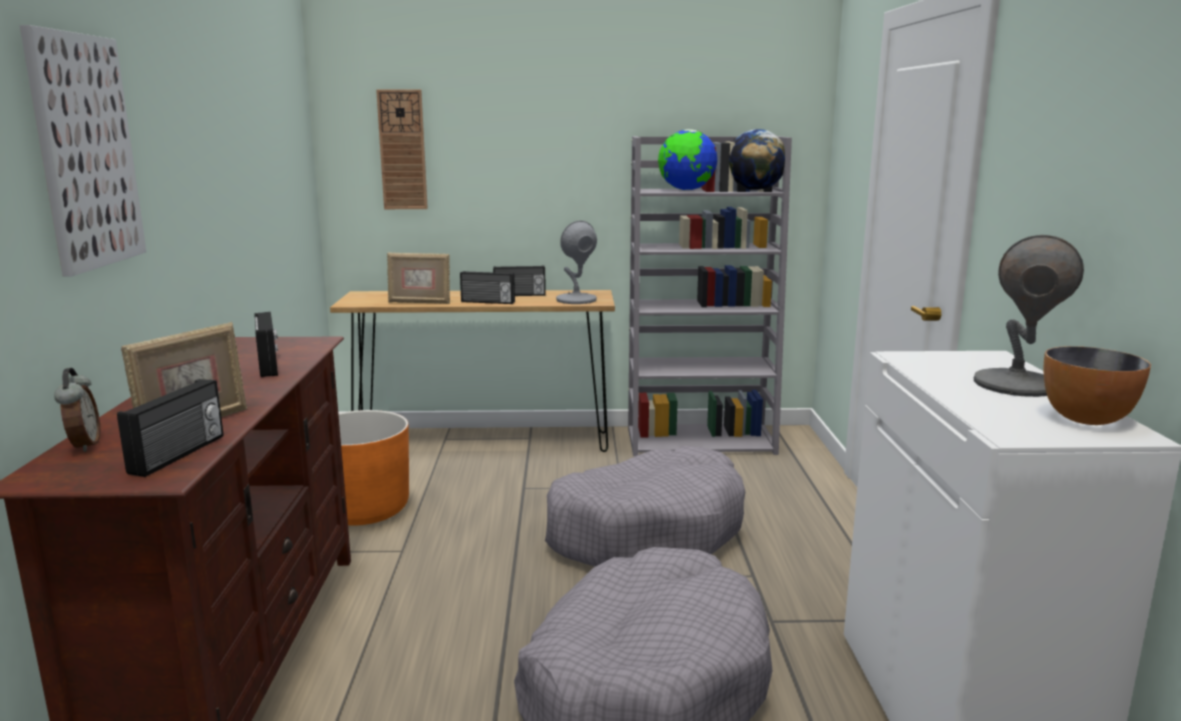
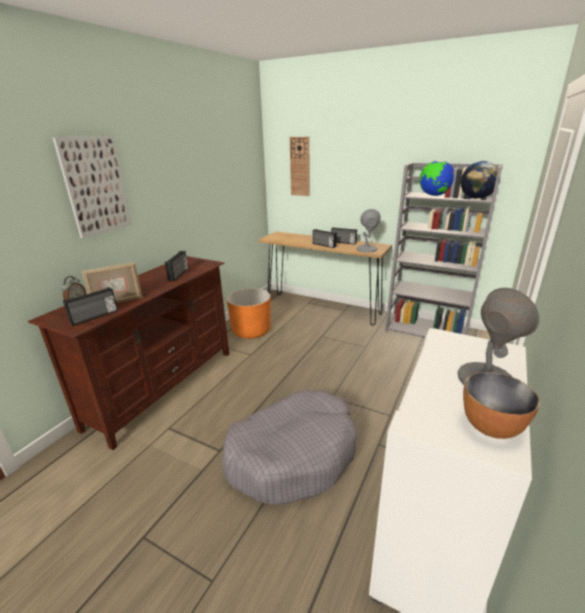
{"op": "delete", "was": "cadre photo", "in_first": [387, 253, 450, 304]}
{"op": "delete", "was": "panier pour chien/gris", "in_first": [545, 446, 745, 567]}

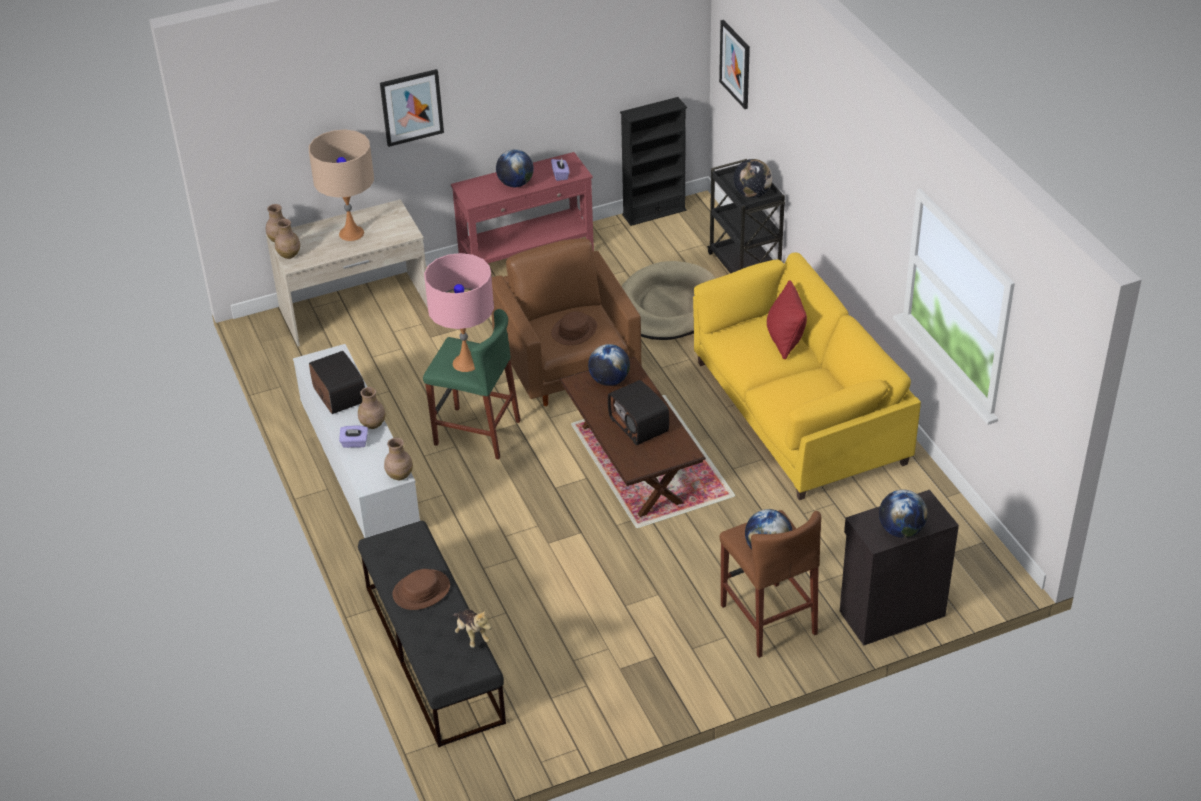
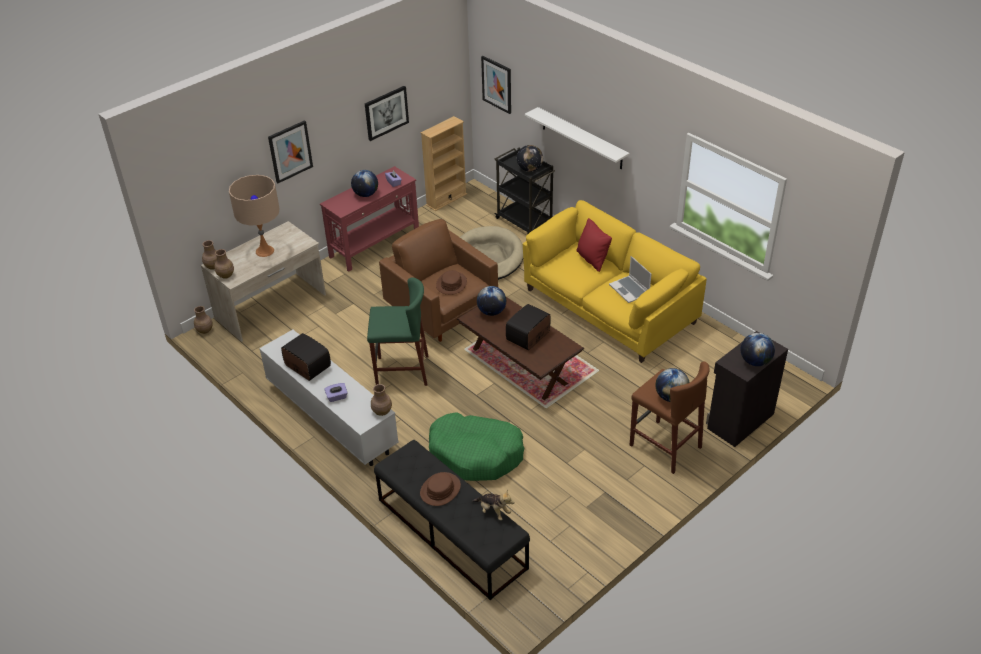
{"op": "move", "was": "vase/marron", "in_first": [358, 387, 385, 429], "in_second": [194, 306, 213, 334]}
{"op": "insert", "now": "tableau", "in_second": [365, 86, 409, 141]}
{"op": "recolor", "was": "bibliothèque/noir", "now": "bibliothèque/beige", "in_first": [620, 97, 687, 226], "in_second": [421, 116, 467, 211]}
{"op": "insert", "now": "panier pour chien/vert", "in_second": [429, 412, 525, 481]}
{"op": "rotate", "was": "radio", "in_first": [608, 380, 669, 445], "in_second": [506, 304, 551, 350], "clockwise": 90}
{"op": "insert", "now": "étagère/blanc", "in_second": [525, 107, 630, 169]}
{"op": "insert", "now": "ordinateur portable", "in_second": [609, 256, 651, 303]}
{"op": "delete", "was": "lampe de table/rose", "in_first": [424, 253, 494, 372]}

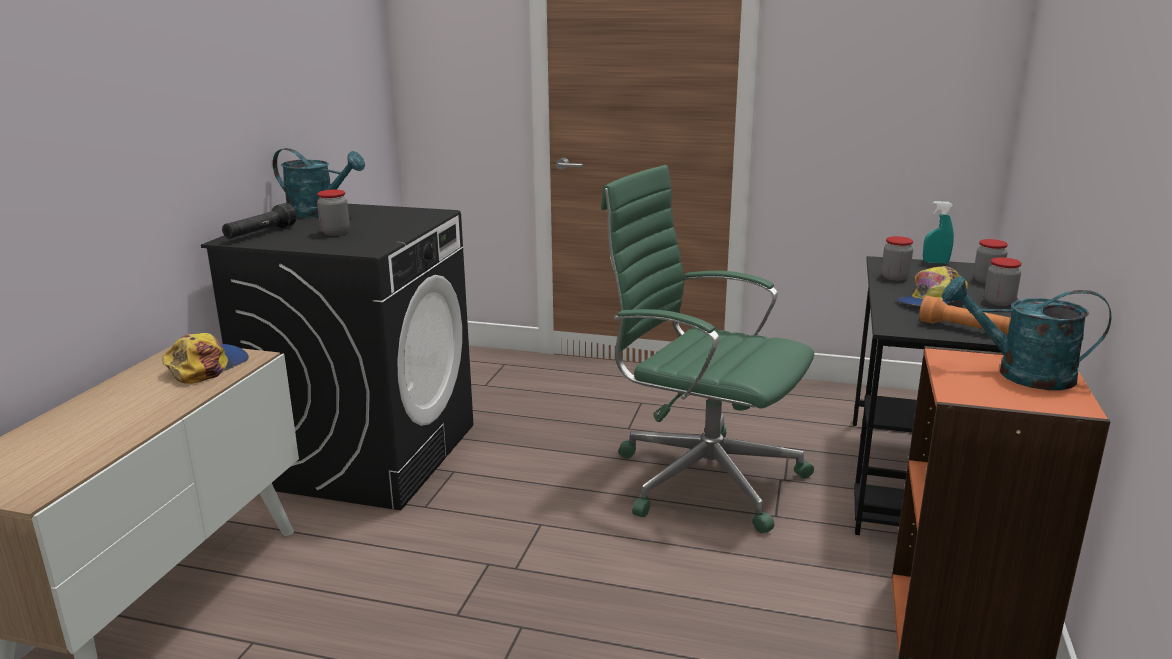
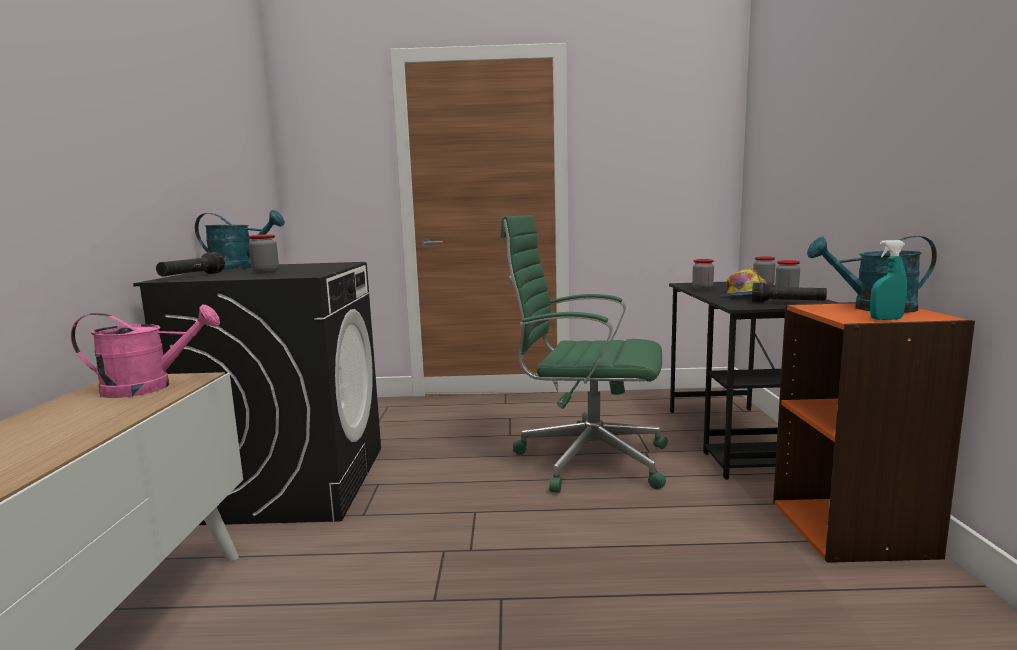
{"op": "replace", "was": "casquette", "now": "arrosoir/rose", "in_first": [162, 333, 249, 384], "in_second": [71, 305, 220, 398]}
{"op": "recolor", "was": "lampe de poche/orange", "now": "lampe de poche/noir", "in_first": [919, 296, 1011, 334], "in_second": [752, 283, 827, 303]}
{"op": "move", "was": "vaporisateur/turquoise", "in_first": [923, 201, 954, 264], "in_second": [870, 240, 907, 320]}

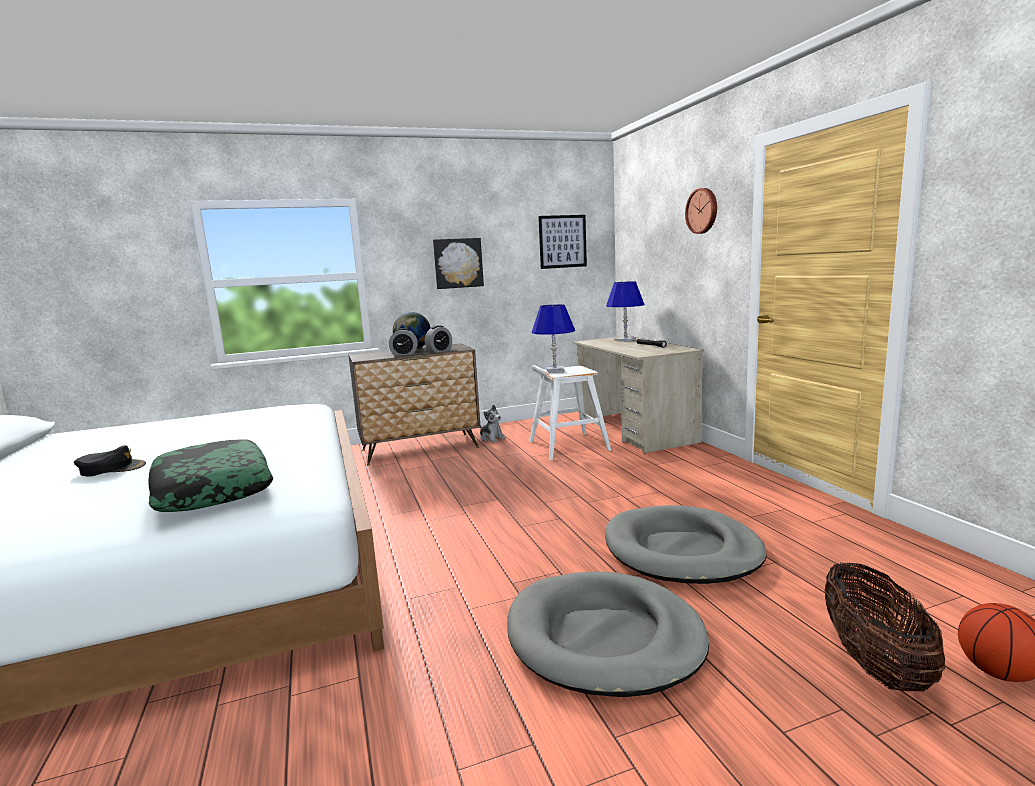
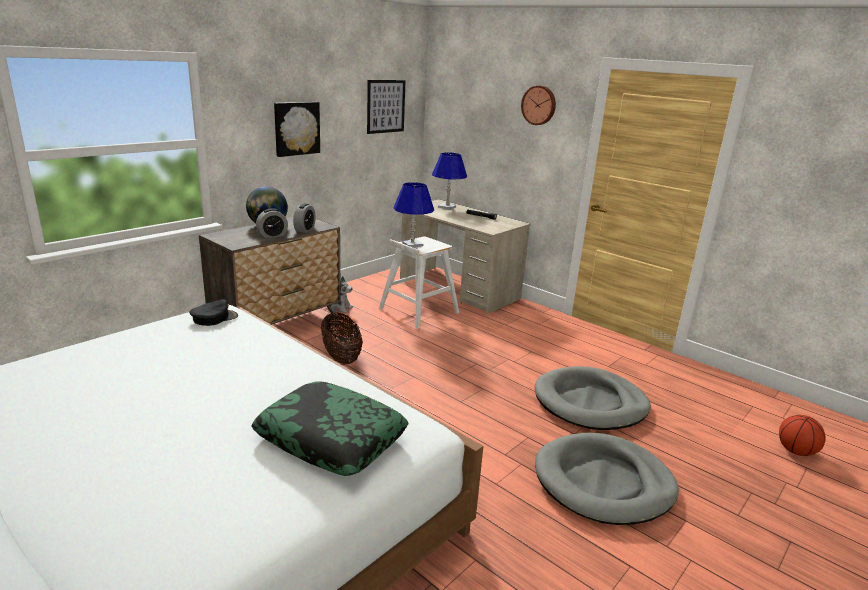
{"op": "move", "was": "casquette/noir", "in_first": [74, 445, 146, 476], "in_second": [189, 299, 238, 326]}
{"op": "move", "was": "panier", "in_first": [824, 562, 945, 692], "in_second": [321, 313, 363, 365]}

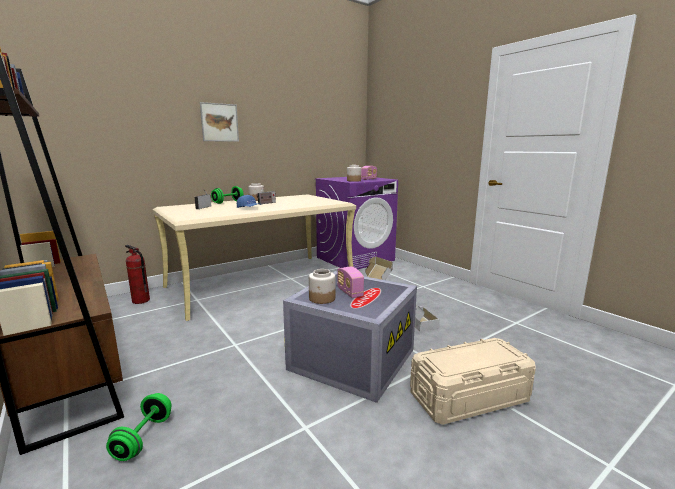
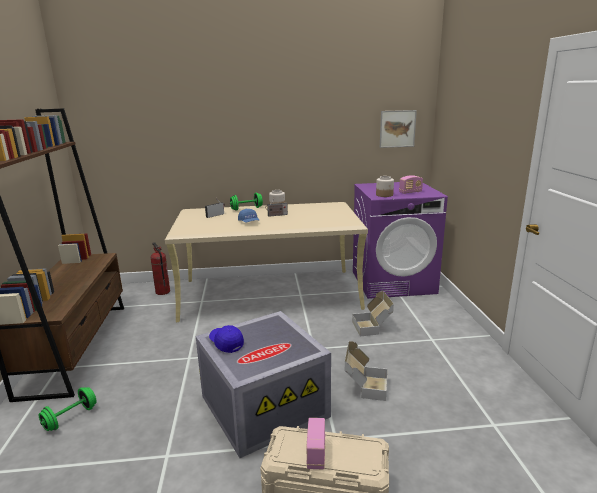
{"op": "replace", "was": "bocal", "now": "casquette/bleu", "in_first": [309, 269, 335, 304], "in_second": [209, 325, 244, 353]}
{"op": "move", "was": "radio", "in_first": [337, 267, 364, 298], "in_second": [306, 418, 325, 470]}
{"op": "move", "was": "tableau", "in_first": [200, 102, 239, 142], "in_second": [380, 110, 417, 148]}

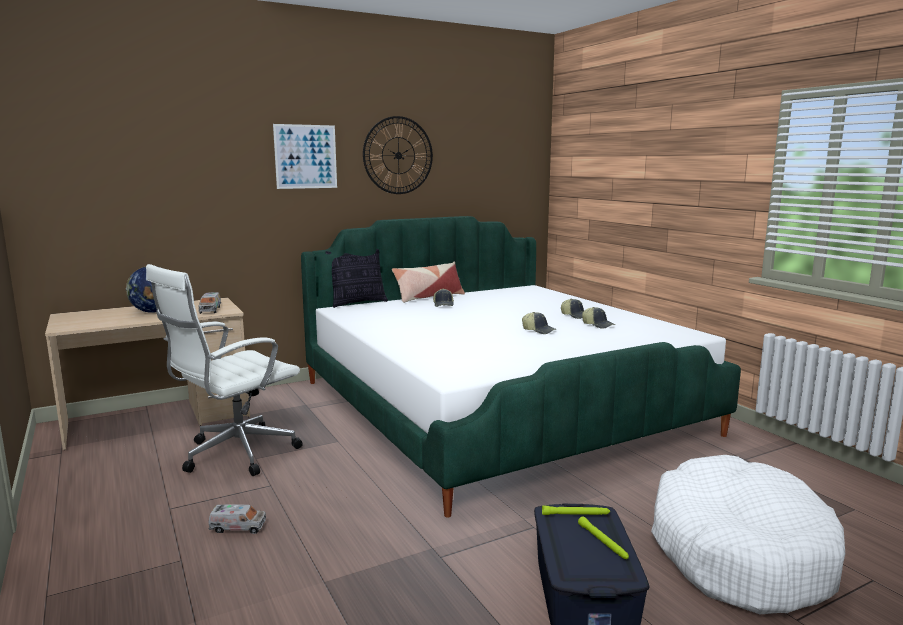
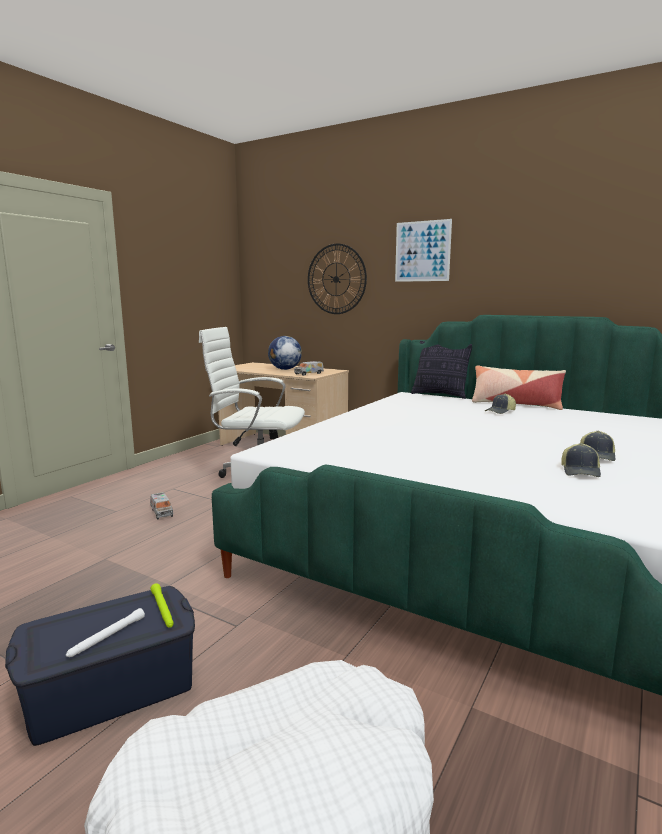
{"op": "recolor", "was": "lampe de poche/vert", "now": "lampe de poche/blanc", "in_first": [578, 517, 629, 559], "in_second": [66, 608, 145, 657]}
{"op": "move", "was": "horloge murale", "in_first": [363, 116, 433, 194], "in_second": [308, 244, 367, 314]}
{"op": "delete", "was": "casquette", "in_first": [522, 312, 557, 334]}

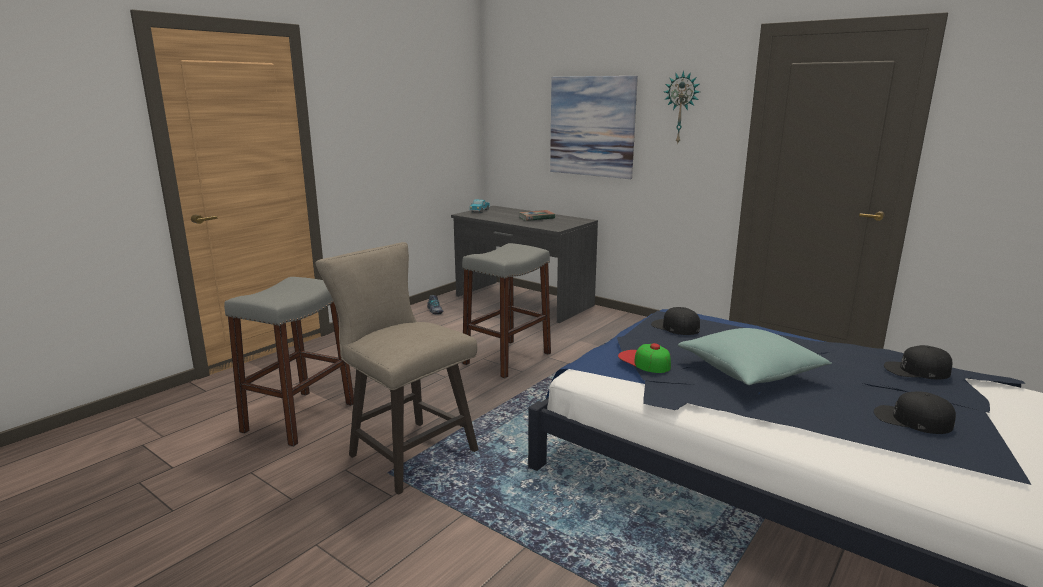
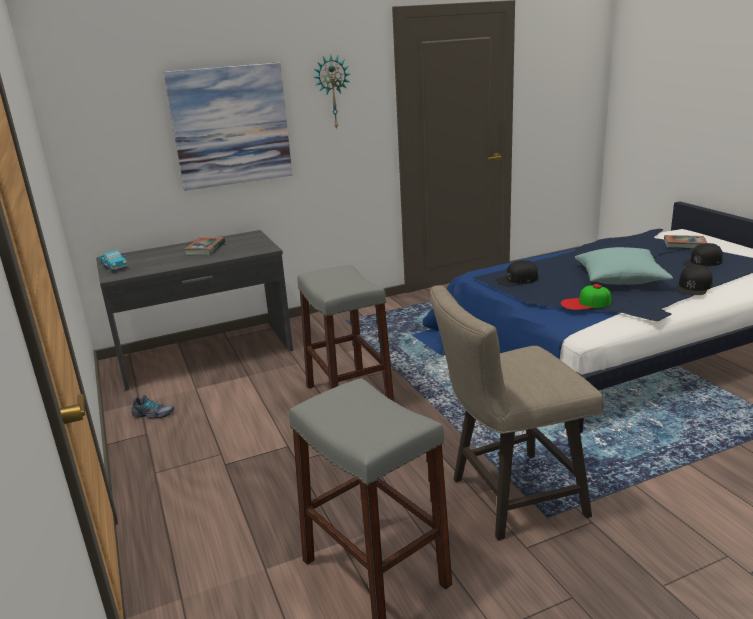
{"op": "insert", "now": "livre", "in_second": [664, 235, 707, 249]}
{"op": "move", "was": "casquette/noir", "in_first": [884, 345, 952, 380], "in_second": [675, 265, 713, 295]}

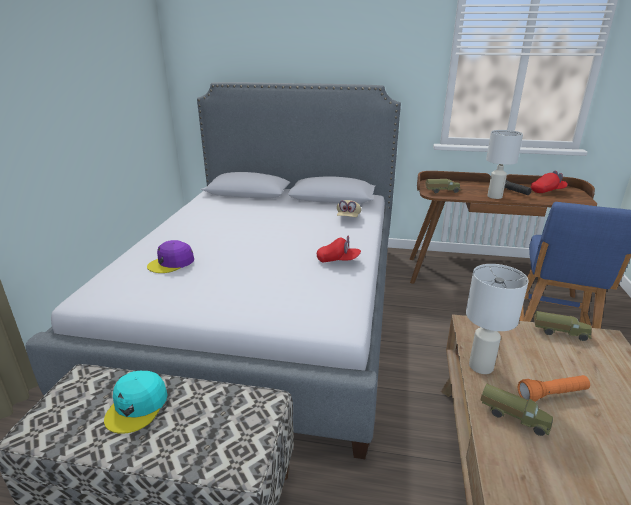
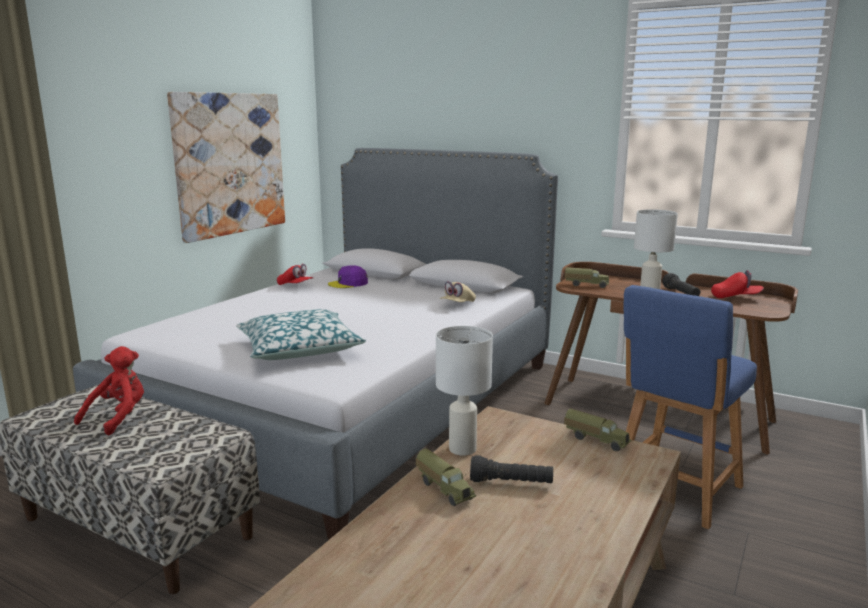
{"op": "replace", "was": "casquette/turquoise", "now": "peluche/rouge", "in_first": [104, 371, 168, 434], "in_second": [74, 346, 144, 435]}
{"op": "insert", "now": "tableau", "in_second": [167, 92, 285, 243]}
{"op": "insert", "now": "coussin", "in_second": [236, 309, 366, 360]}
{"op": "move", "was": "casquette/rouge", "in_first": [317, 236, 361, 263], "in_second": [277, 264, 313, 285]}
{"op": "move", "was": "casquette/violet", "in_first": [147, 240, 194, 273], "in_second": [328, 265, 368, 288]}
{"op": "recolor", "was": "lampe de poche/orange", "now": "lampe de poche/noir", "in_first": [518, 375, 590, 402], "in_second": [470, 455, 553, 483]}

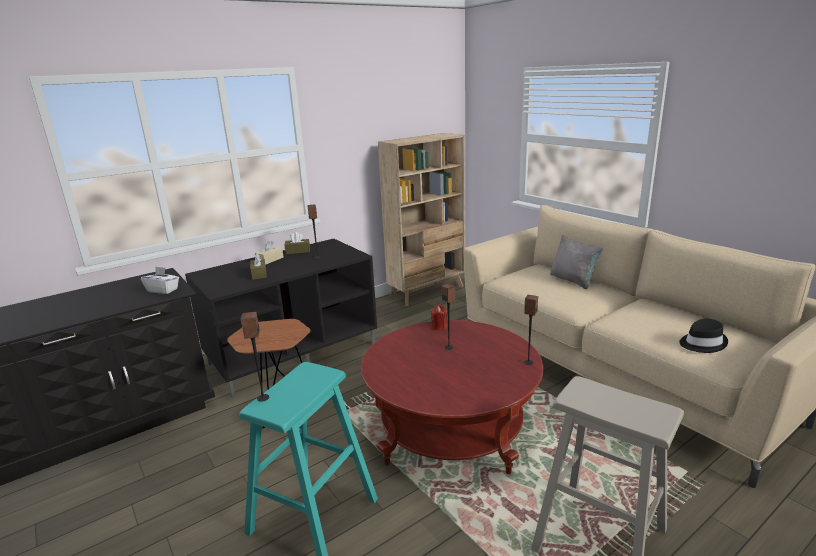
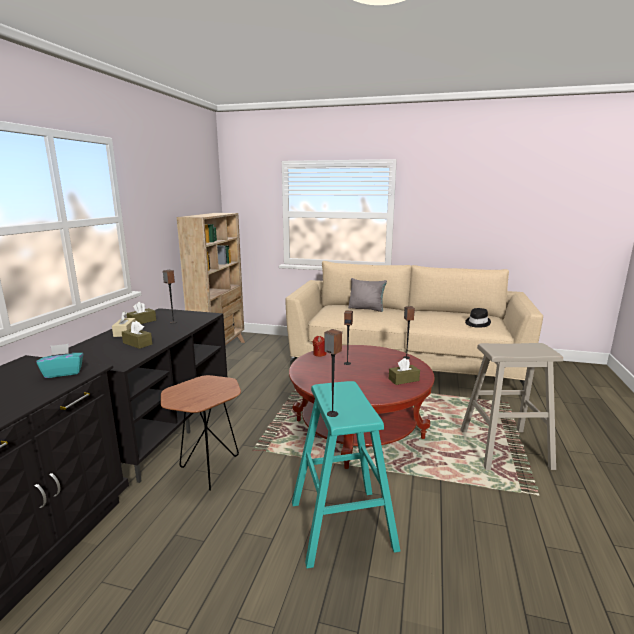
{"op": "recolor", "was": "boîte à mouchoirs/blanc", "now": "boîte à mouchoirs/turquoise", "in_first": [141, 266, 179, 294], "in_second": [36, 344, 83, 378]}
{"op": "insert", "now": "boîte à mouchoirs/marron", "in_second": [389, 358, 420, 385]}

